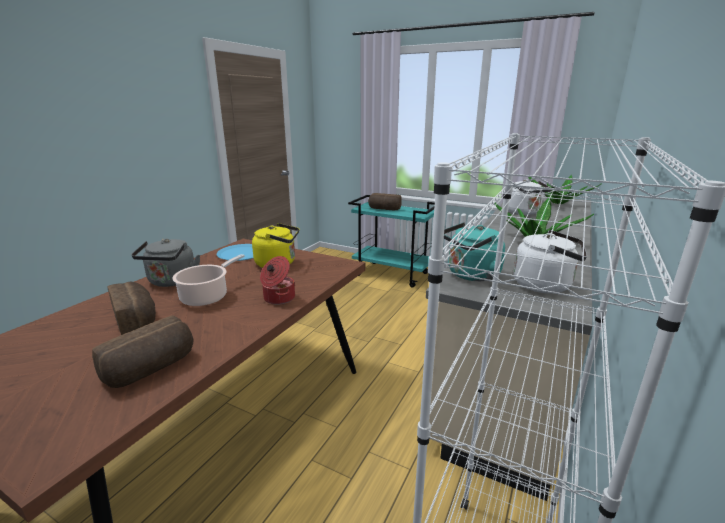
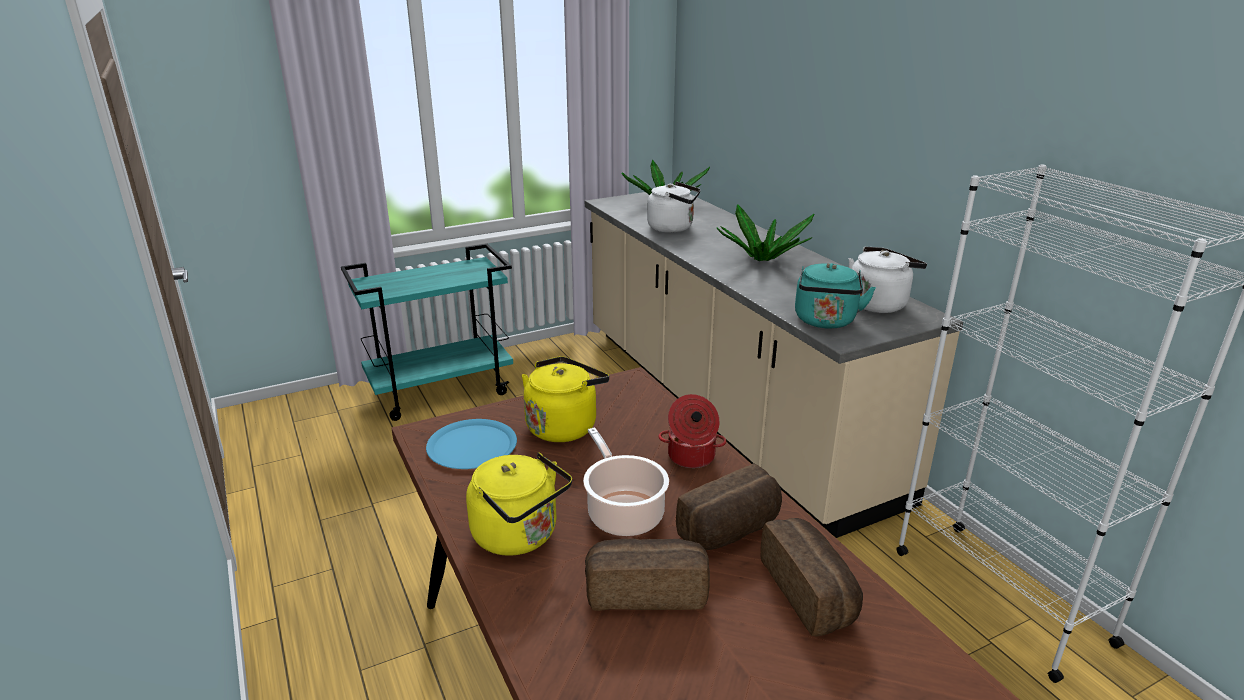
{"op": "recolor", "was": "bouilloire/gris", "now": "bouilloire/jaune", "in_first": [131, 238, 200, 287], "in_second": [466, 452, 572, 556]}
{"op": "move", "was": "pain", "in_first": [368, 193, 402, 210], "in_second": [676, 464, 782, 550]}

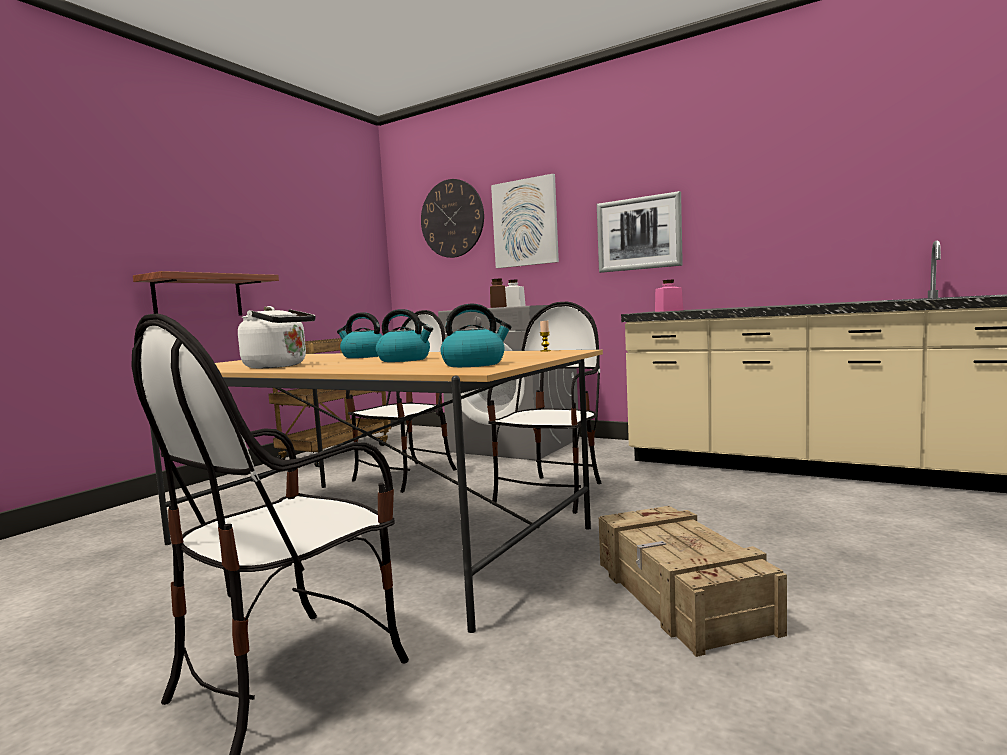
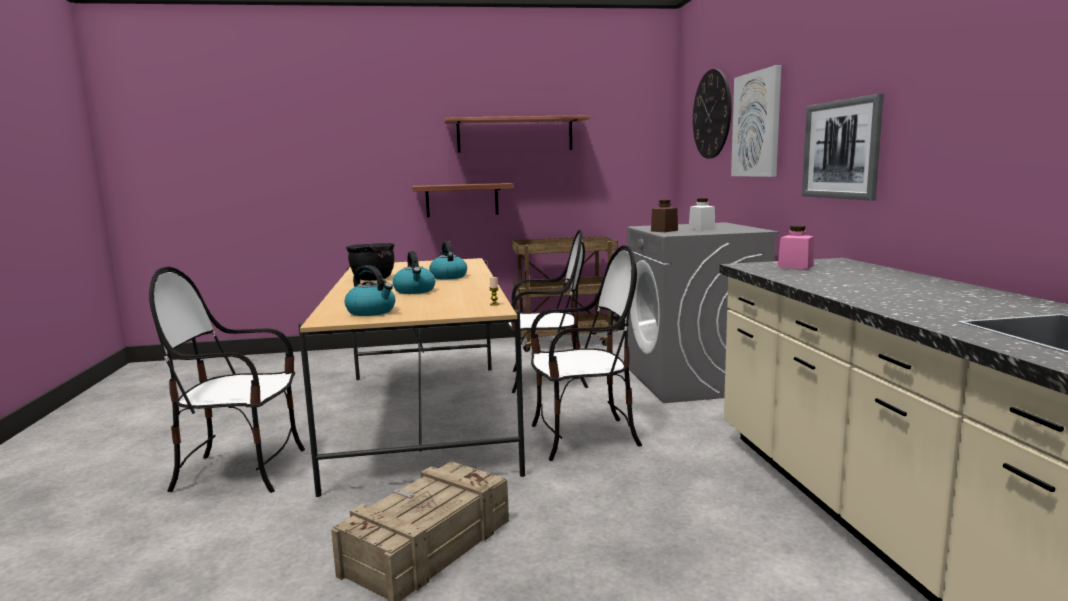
{"op": "replace", "was": "bouilloire/blanc", "now": "marmite/noir", "in_first": [238, 306, 316, 368], "in_second": [346, 243, 394, 281]}
{"op": "insert", "now": "étagère", "in_second": [444, 115, 591, 153]}

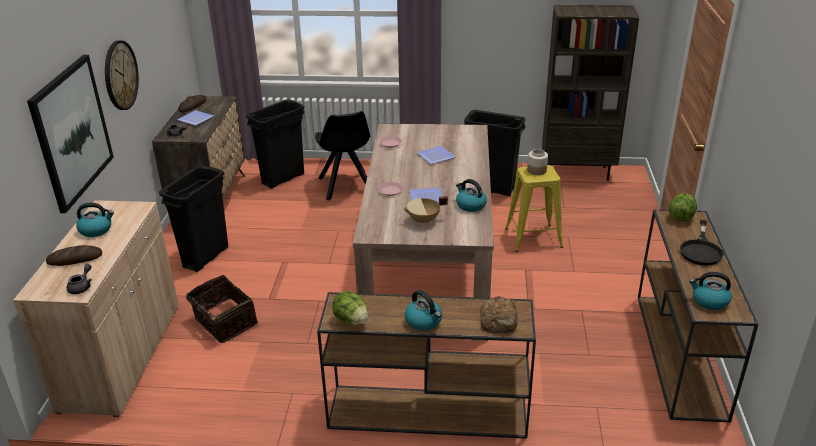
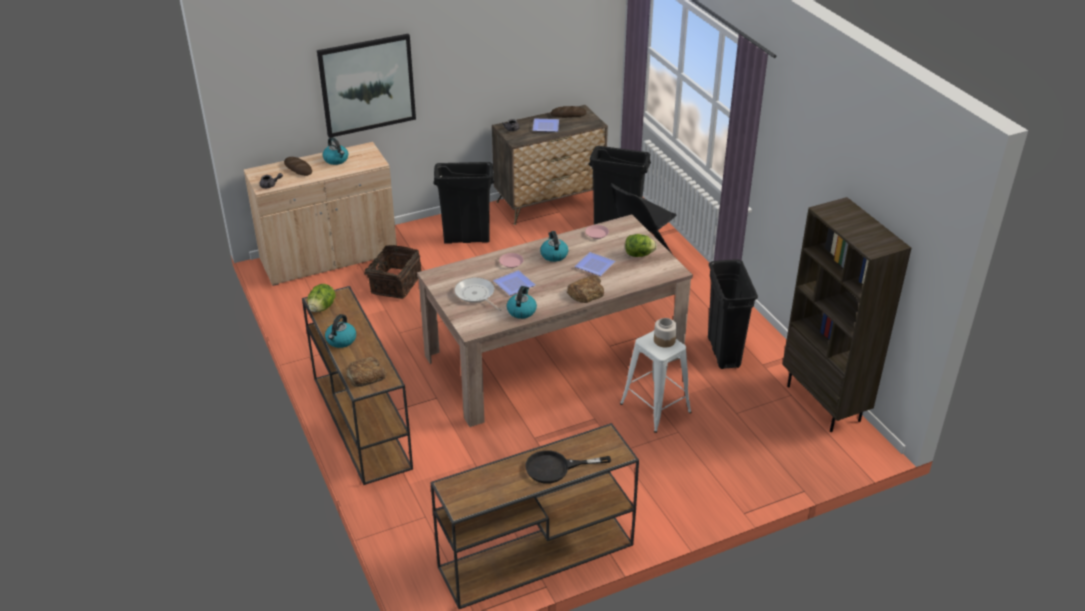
{"op": "replace", "was": "marmite/beige", "now": "poêle", "in_first": [403, 196, 448, 225], "in_second": [454, 278, 501, 311]}
{"op": "move", "was": "bouilloire", "in_first": [689, 272, 732, 310], "in_second": [540, 231, 568, 262]}
{"op": "insert", "now": "pain", "in_second": [567, 275, 604, 303]}
{"op": "recolor", "was": "tabouret/jaune", "now": "tabouret/blanc", "in_first": [505, 165, 563, 252], "in_second": [620, 331, 692, 433]}
{"op": "move", "was": "laitue", "in_first": [669, 193, 697, 222], "in_second": [625, 234, 657, 257]}
{"op": "delete", "was": "horloge murale", "in_first": [105, 41, 139, 110]}

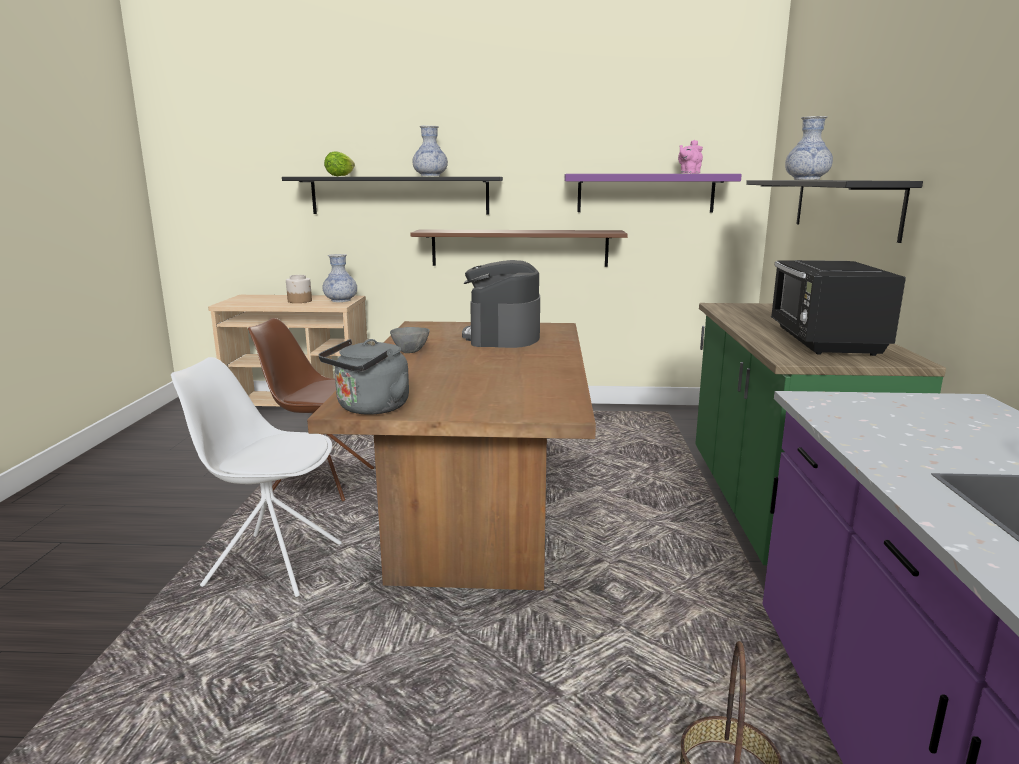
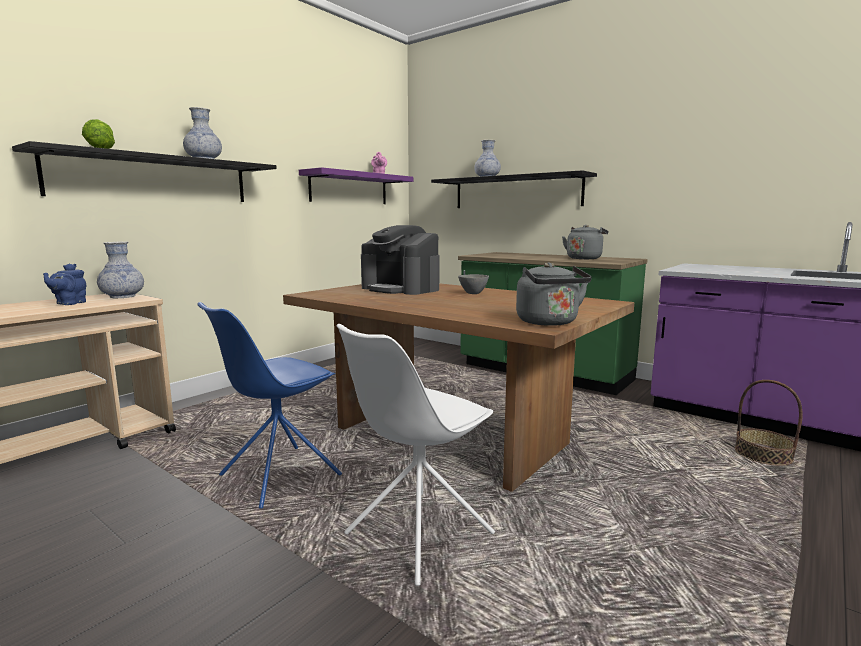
{"op": "replace", "was": "bocal", "now": "théière/bleu", "in_first": [286, 275, 312, 303], "in_second": [43, 264, 86, 305]}
{"op": "recolor", "was": "chaise/marron", "now": "chaise/bleu", "in_first": [248, 318, 374, 501], "in_second": [197, 302, 342, 509]}
{"op": "move", "was": "bol/gris", "in_first": [390, 327, 430, 353], "in_second": [458, 274, 489, 294]}
{"op": "replace", "was": "micro-ondes/noir", "now": "bouilloire/gris", "in_first": [771, 260, 906, 356], "in_second": [562, 225, 608, 259]}
{"op": "delete", "was": "étagère/marron", "in_first": [410, 230, 628, 267]}

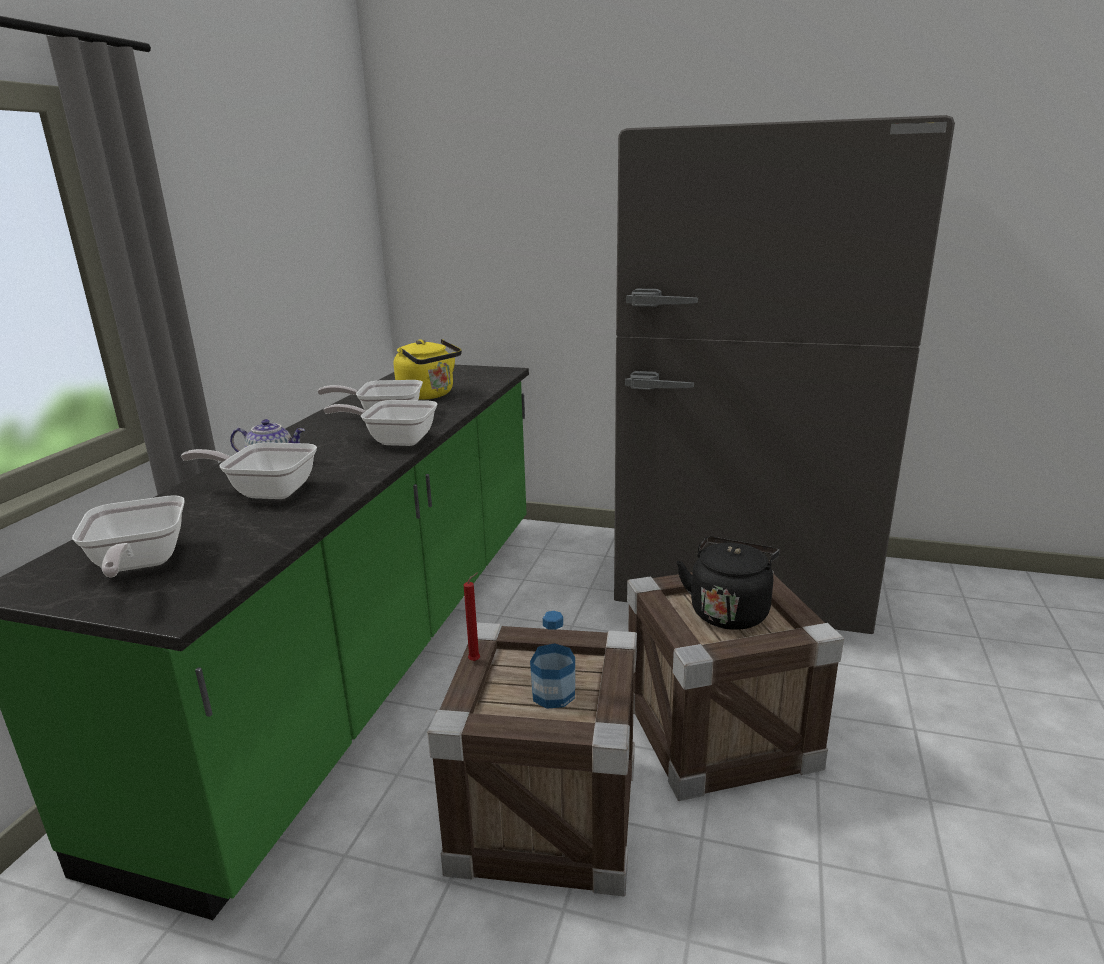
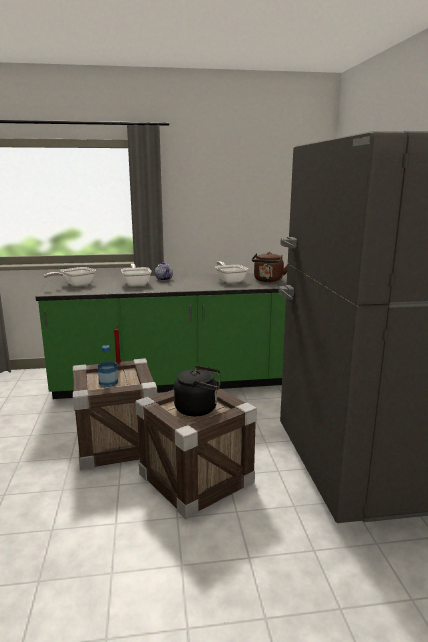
{"op": "recolor", "was": "bouilloire/jaune", "now": "bouilloire/marron", "in_first": [394, 339, 462, 400], "in_second": [252, 252, 288, 282]}
{"op": "delete", "was": "poêle", "in_first": [324, 400, 438, 446]}

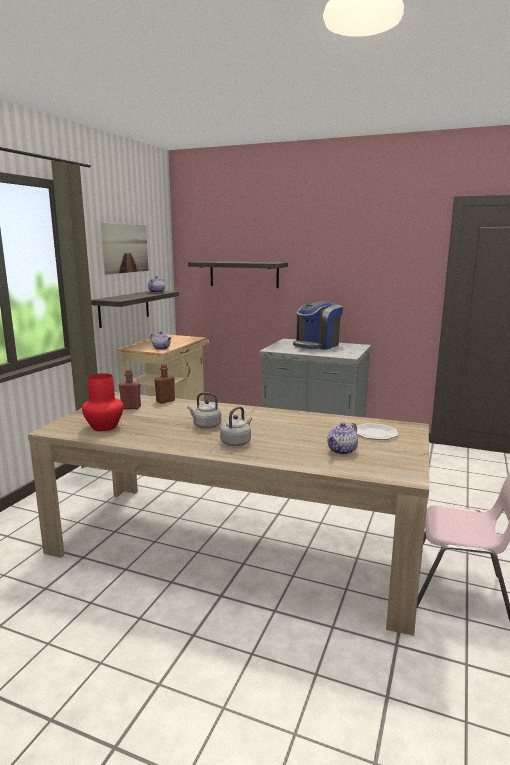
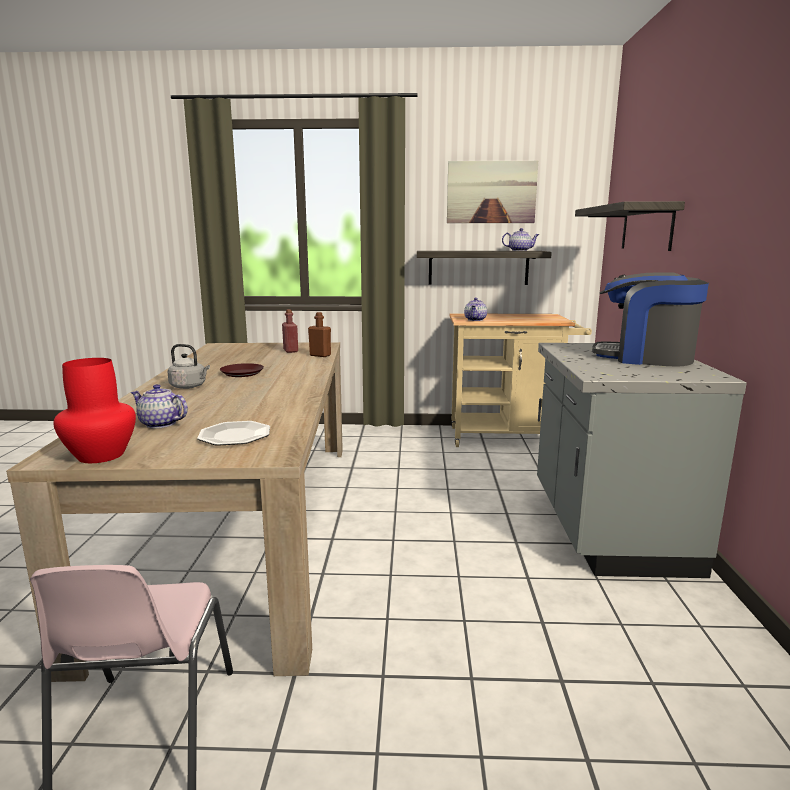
{"op": "move", "was": "vase/rouge", "in_first": [82, 373, 124, 431], "in_second": [53, 358, 136, 463]}
{"op": "replace", "was": "bouilloire/gris", "now": "assiette/marron", "in_first": [187, 392, 221, 429], "in_second": [220, 363, 264, 377]}

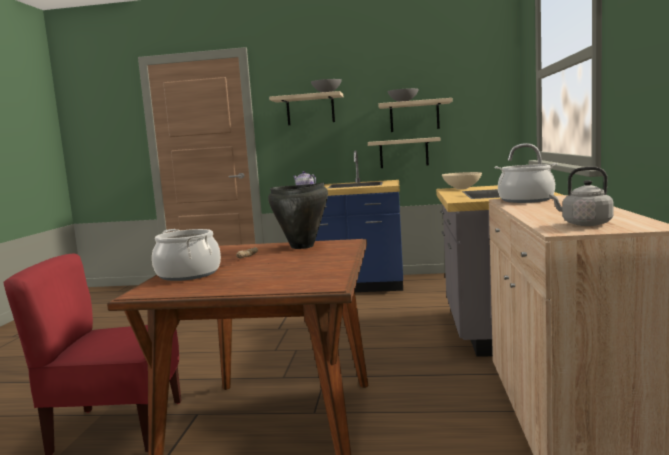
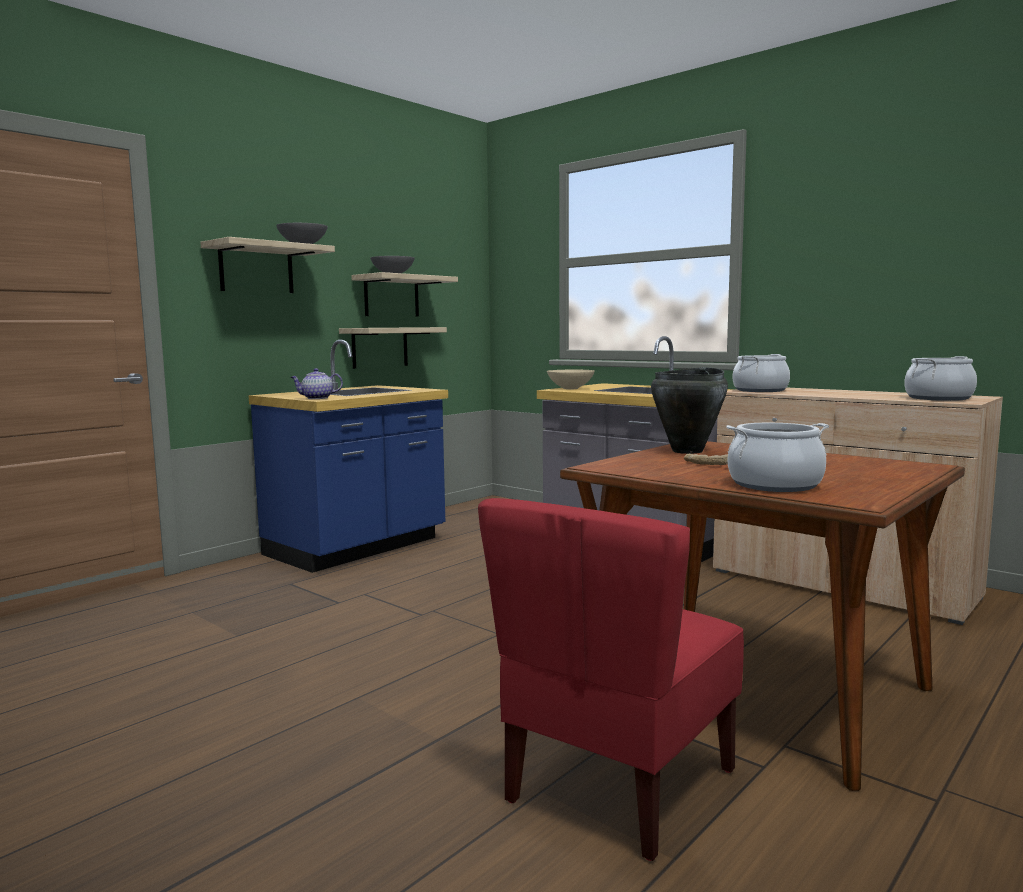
{"op": "replace", "was": "bouilloire/gris", "now": "marmite", "in_first": [549, 167, 614, 226], "in_second": [904, 356, 977, 401]}

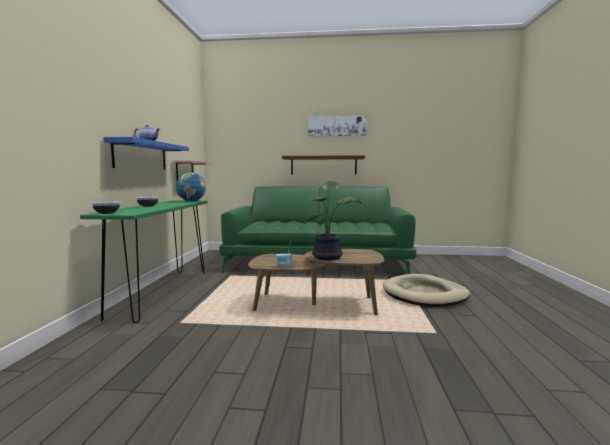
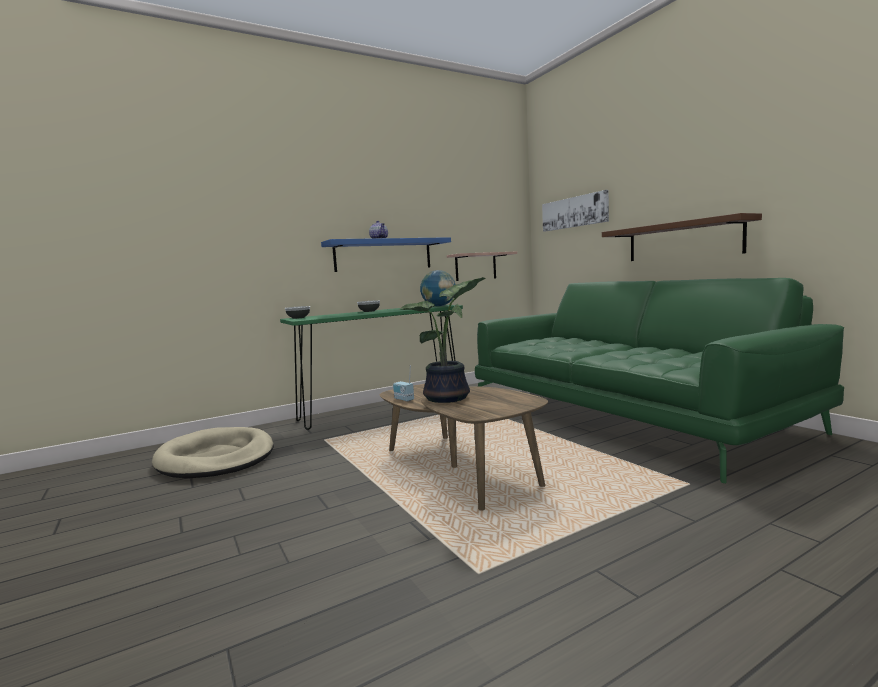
{"op": "move", "was": "panier pour chien/beige", "in_first": [383, 274, 470, 307], "in_second": [152, 427, 274, 479]}
{"op": "move", "was": "tableau", "in_first": [308, 116, 367, 137], "in_second": [542, 190, 609, 232]}

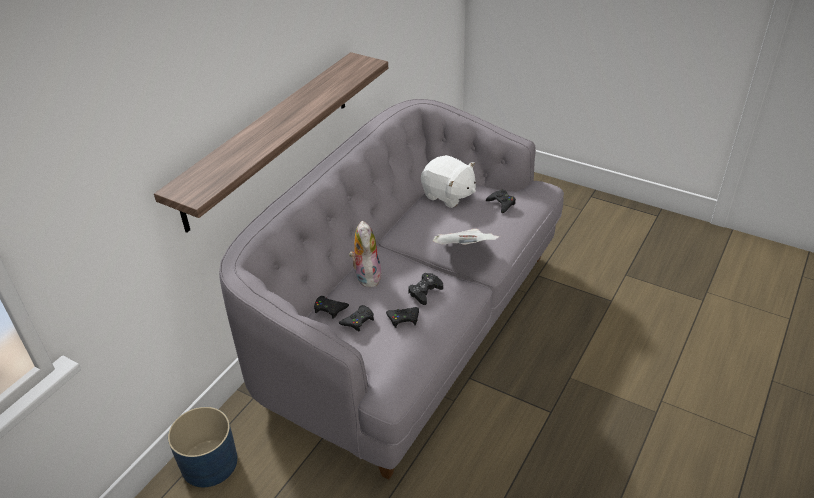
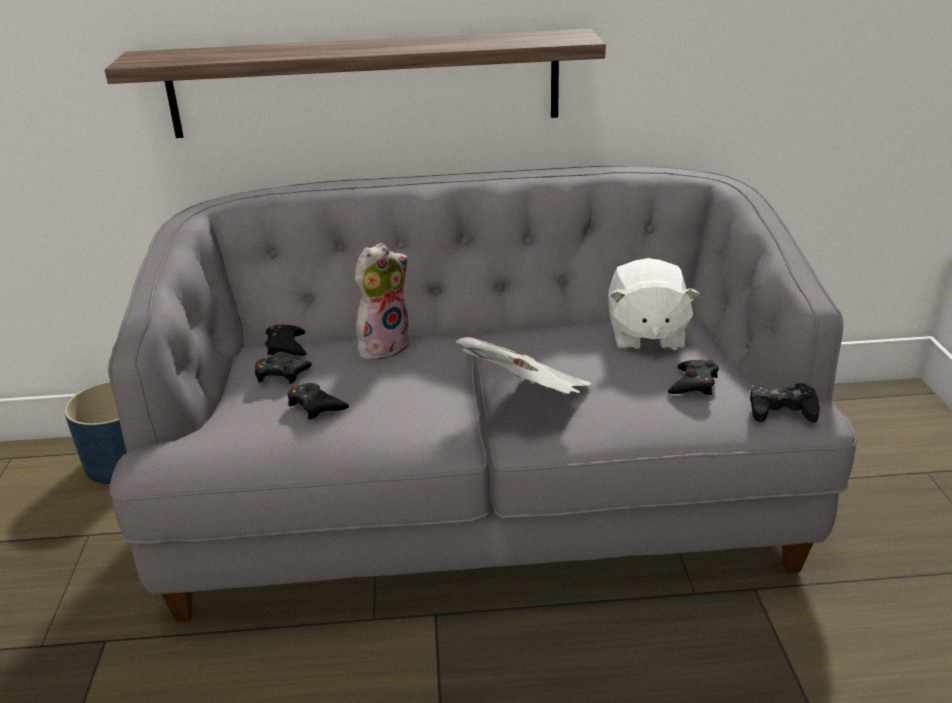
{"op": "move", "was": "manette/noir", "in_first": [408, 273, 443, 305], "in_second": [750, 383, 820, 423]}

